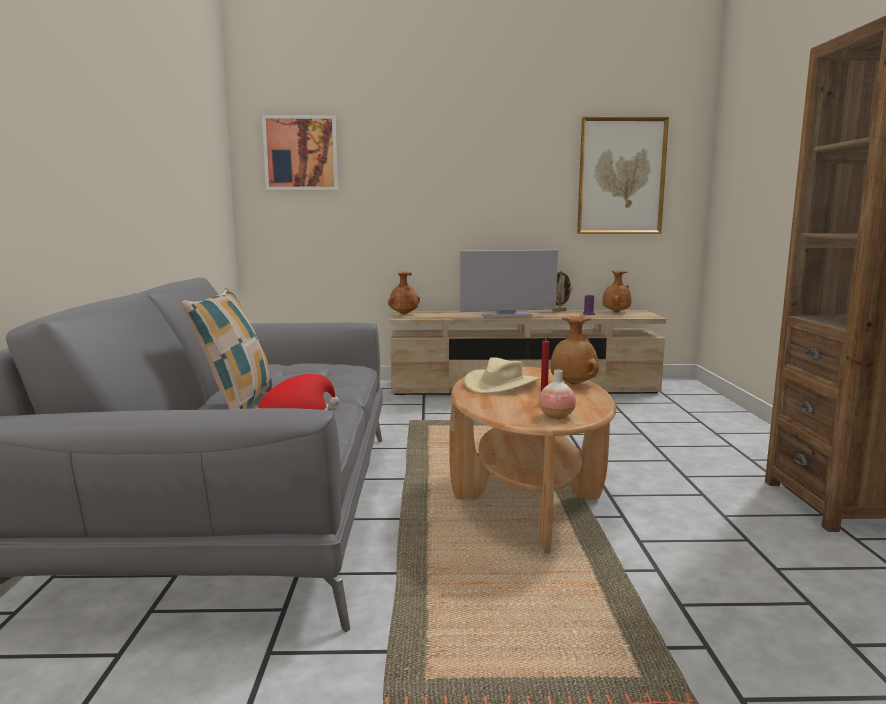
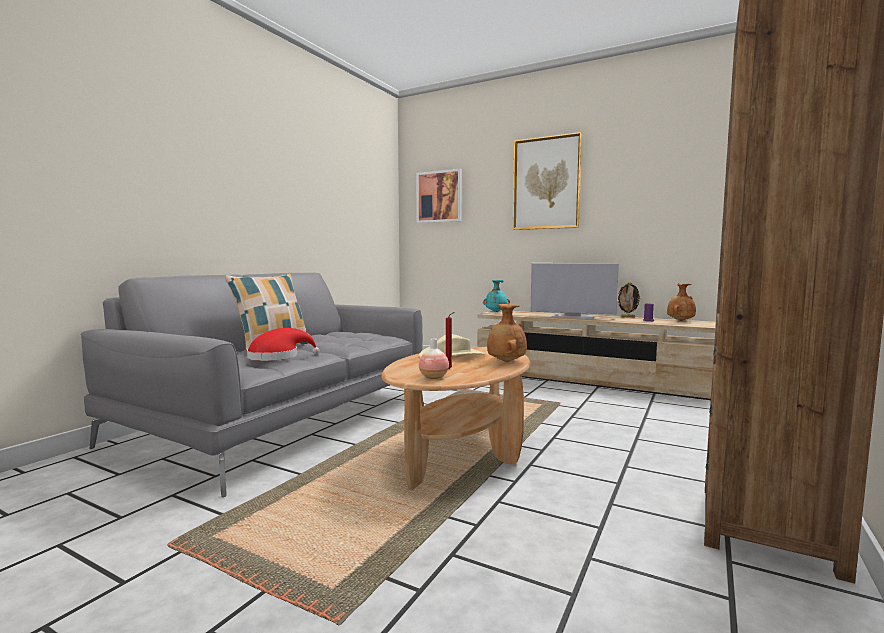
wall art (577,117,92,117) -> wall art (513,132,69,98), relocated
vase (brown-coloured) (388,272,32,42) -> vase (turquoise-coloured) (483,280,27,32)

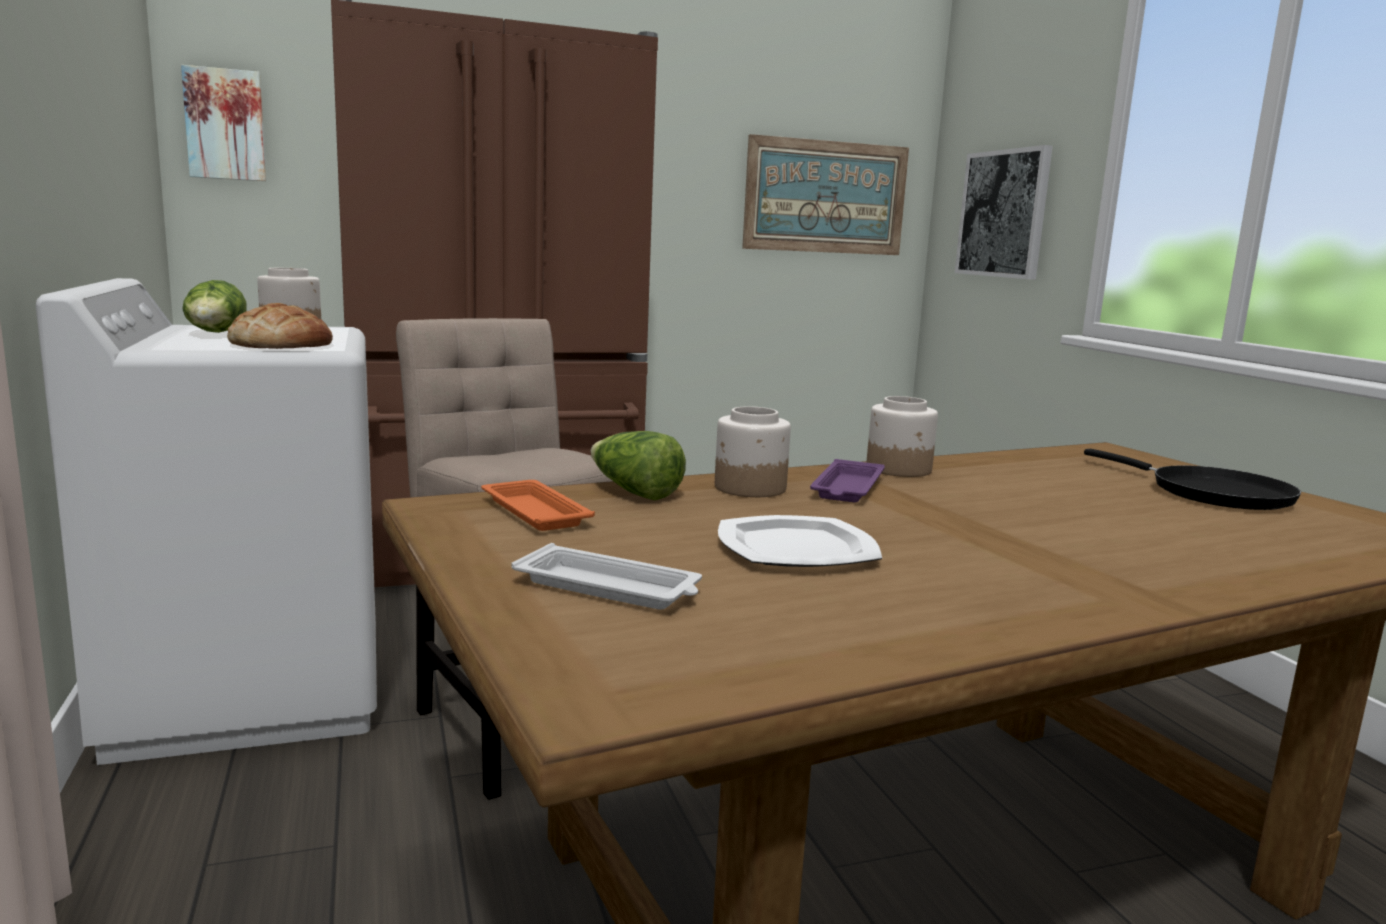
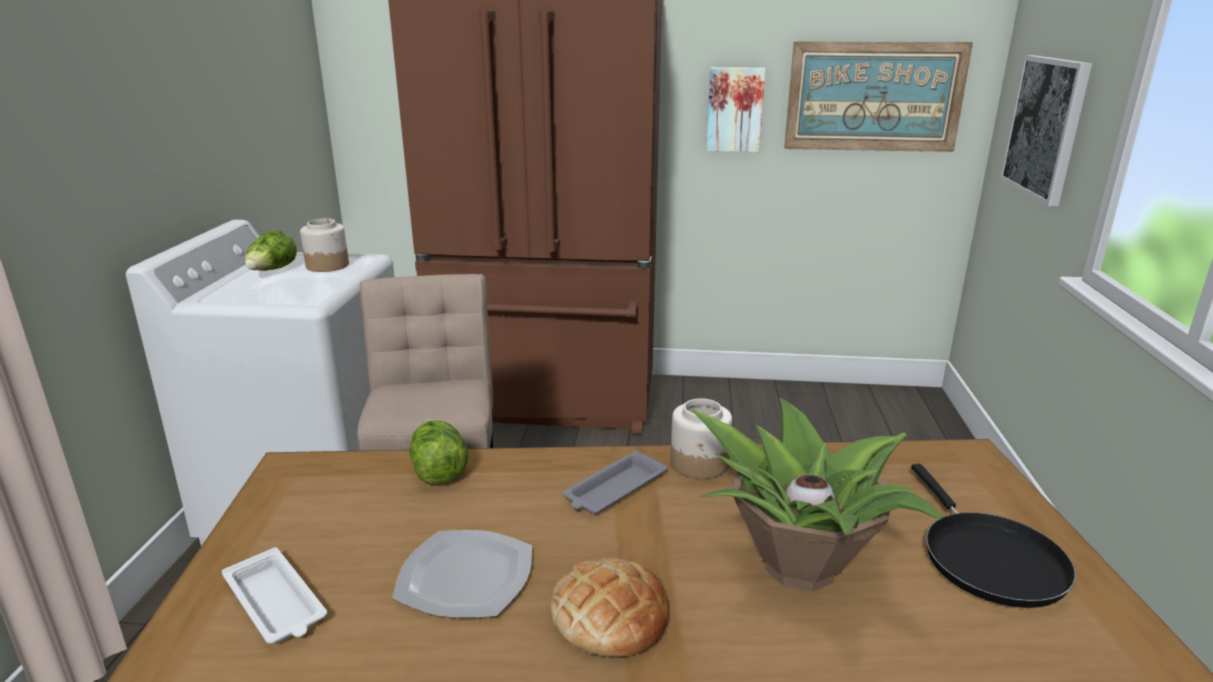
carrying tray (orange-coloured) (481,480,114,51) -> none
storage jar (715,406,76,91) -> none
none -> plant in a pot (692,398,251,194)
wall art (181,65,85,116) -> wall art (706,67,60,85), relocated
baked bread (227,303,106,46) -> baked bread (550,558,118,99), relocated
carrying tray (purple-coloured) (810,459,75,43) -> carrying tray (grey) (563,450,104,64)

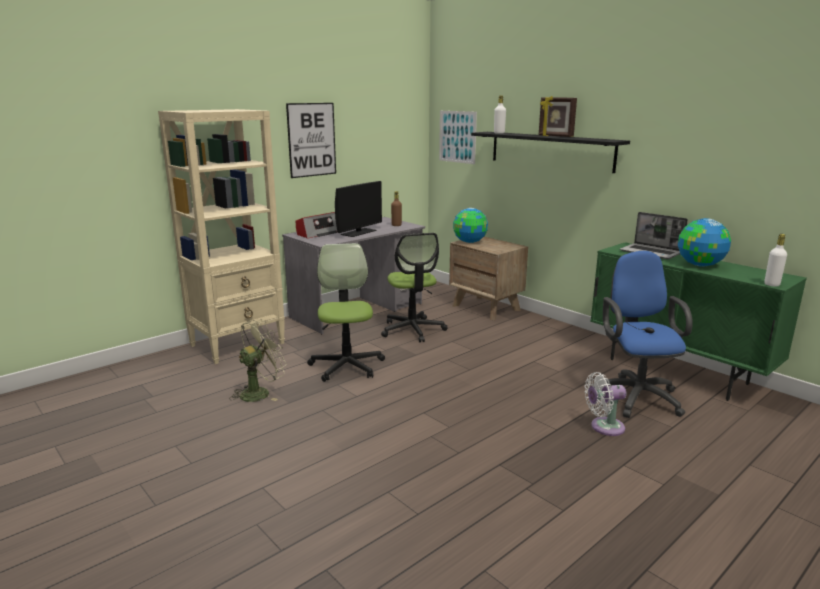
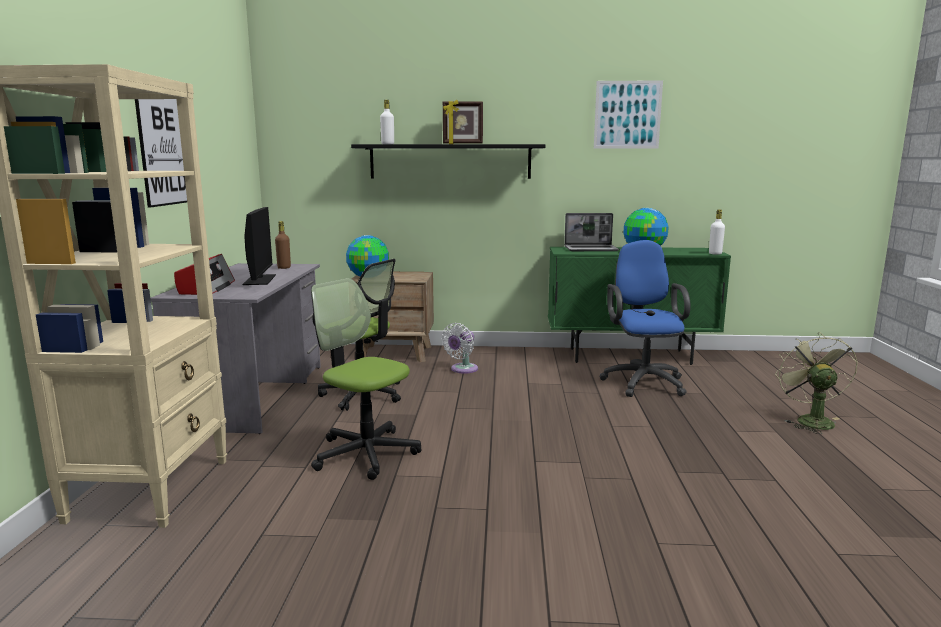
electric fan (greenish) (229,320,58,82) -> electric fan (greenish) (775,332,83,102), relocated
wall art (439,111,38,53) -> wall art (594,80,69,69), relocated
electric fan (whitish) (584,372,42,64) -> electric fan (whitish) (441,323,37,51), relocated
computer chair (bluish) (594,251,99,167) -> computer chair (bluish) (600,240,91,157), 45 degrees clockwise

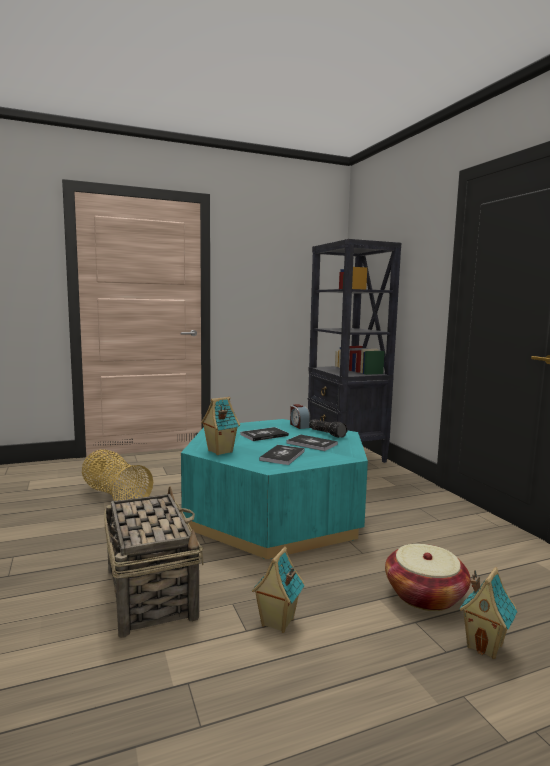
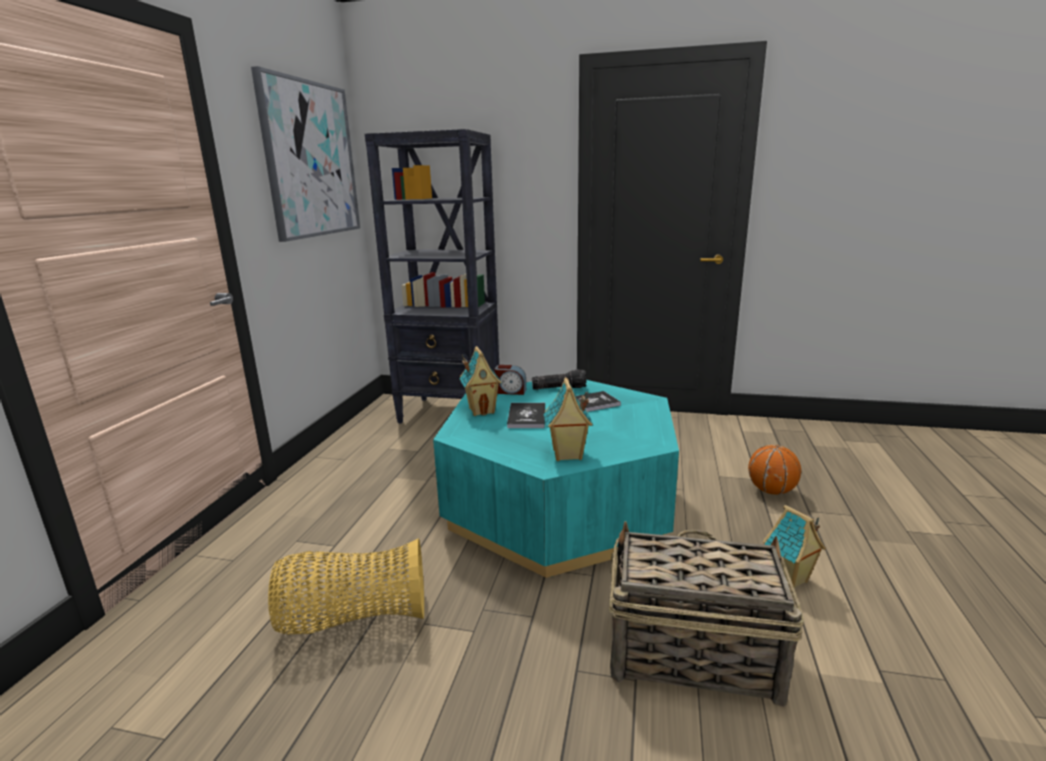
bound book (259,445,46,20) -> none
none -> wall art (251,66,109,176)
toy house (459,567,58,92) -> toy house (459,346,43,70), relocated
basket (385,544,86,67) -> ball for basketball (748,445,53,50)

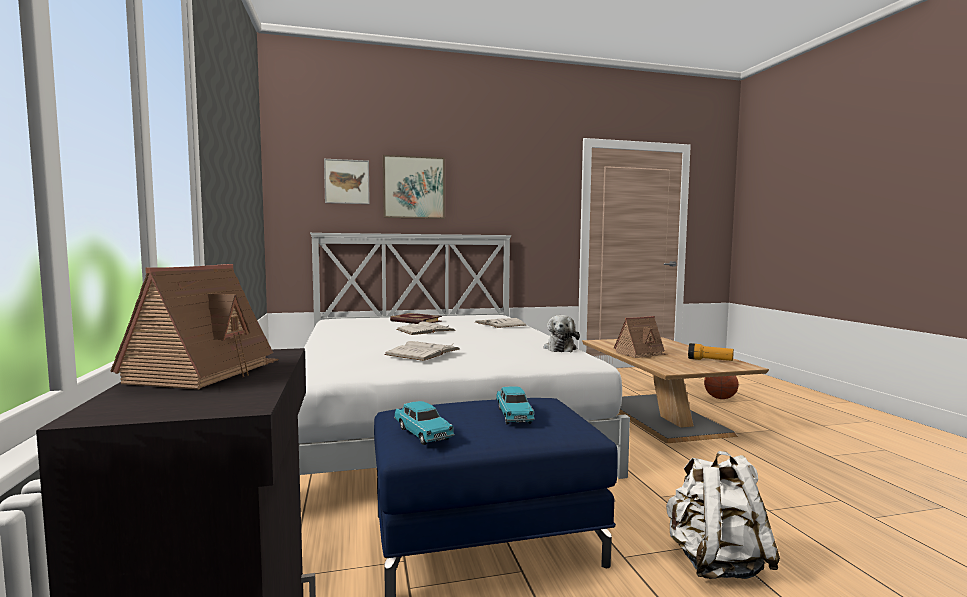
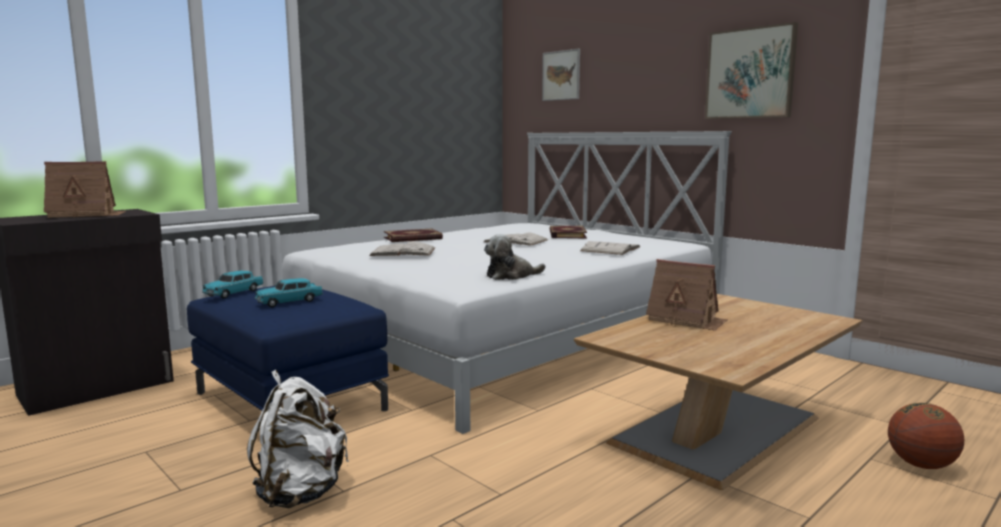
torch (688,343,46,18) -> none
none -> bound book (384,229,59,13)
wall art (383,155,62,64) -> wall art (705,22,93,97), relocated

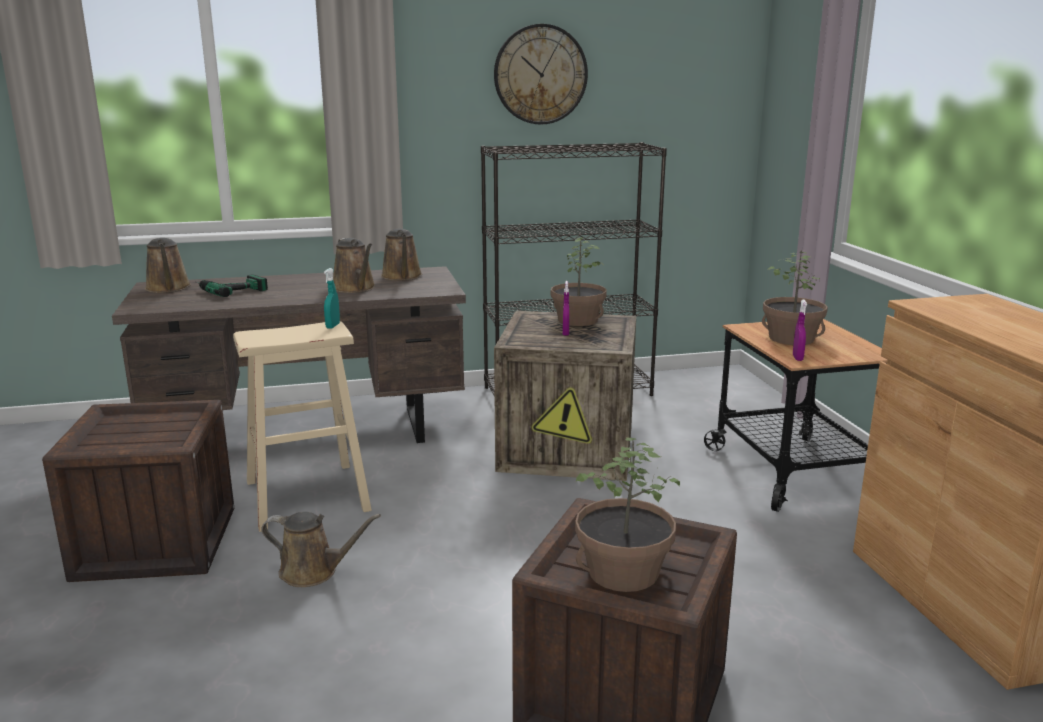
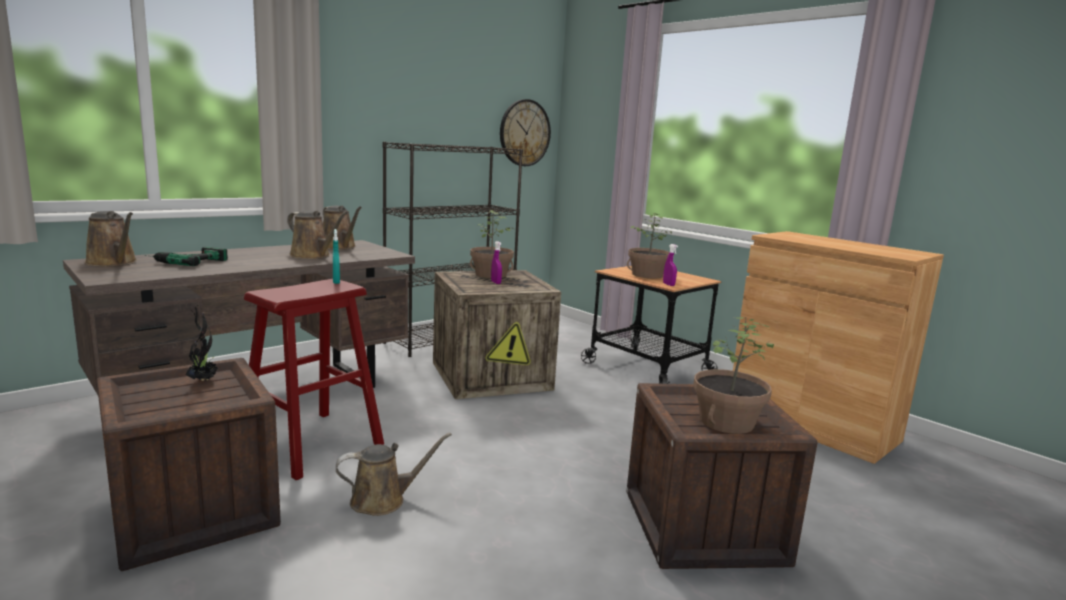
none -> plant in a pot (185,307,33,74)
clock on the wall (494,24,94,101) -> clock on the wall (500,99,51,67), relocated
stool seat (beige) (233,321,139,211) -> stool seat (reddish) (244,279,140,201)

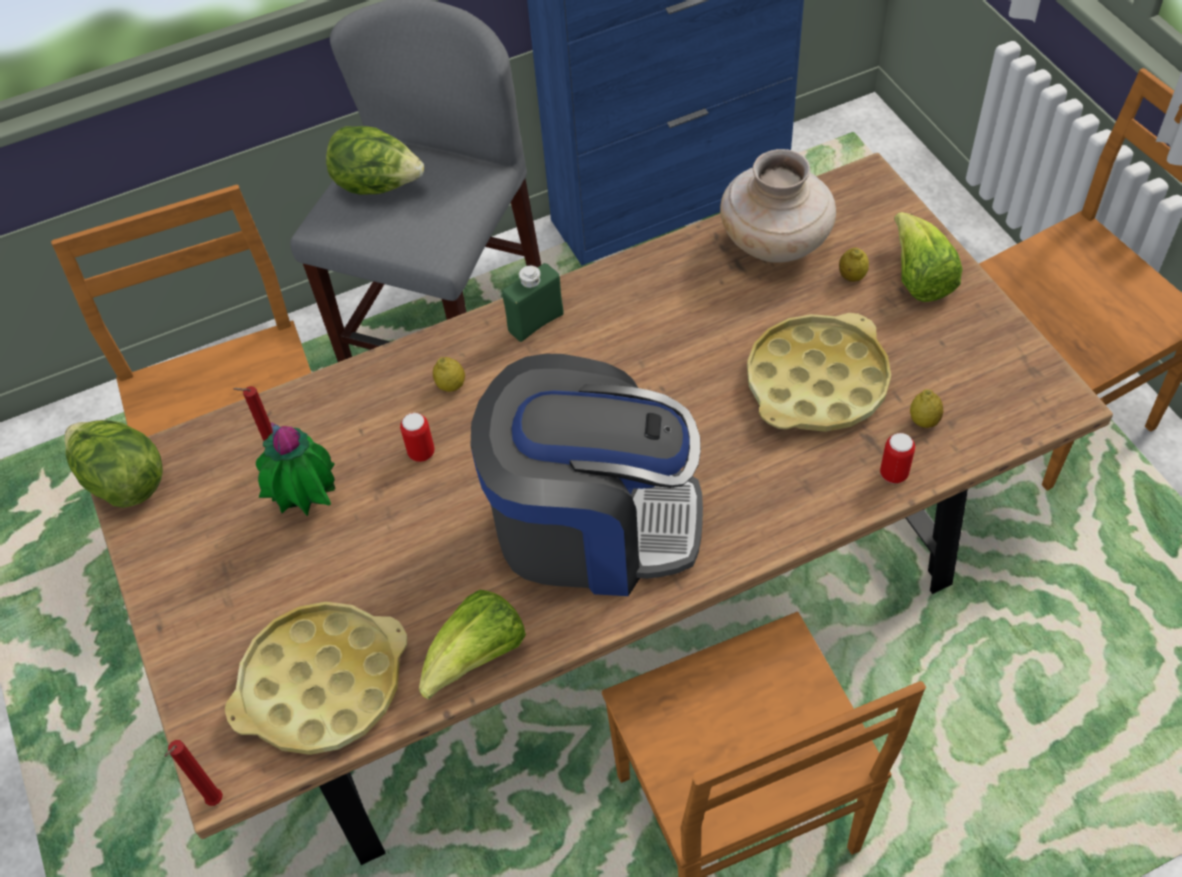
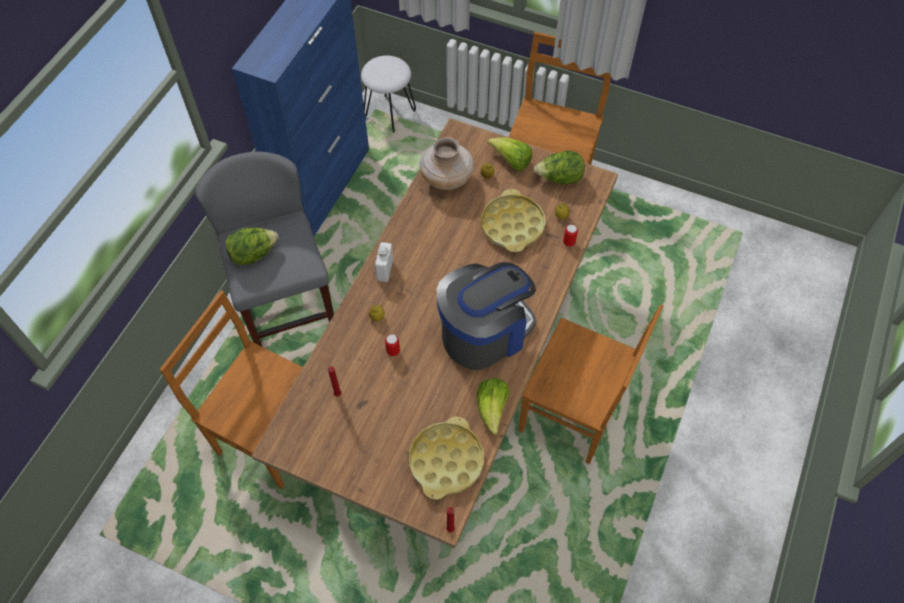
plant in a pot (256,422,79,94) -> none
none -> stool seat (whitish) (361,55,55,78)
lettuce (64,420,99,88) -> lettuce (534,151,51,33), relocated
drink bottle (greenish) (502,263,62,79) -> drink bottle (whitish) (375,242,19,40)

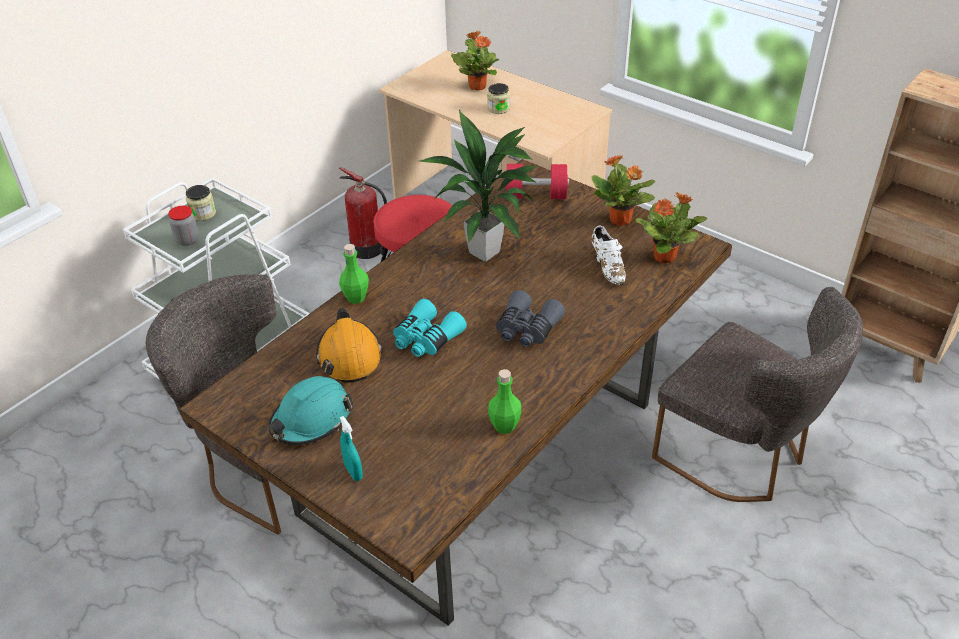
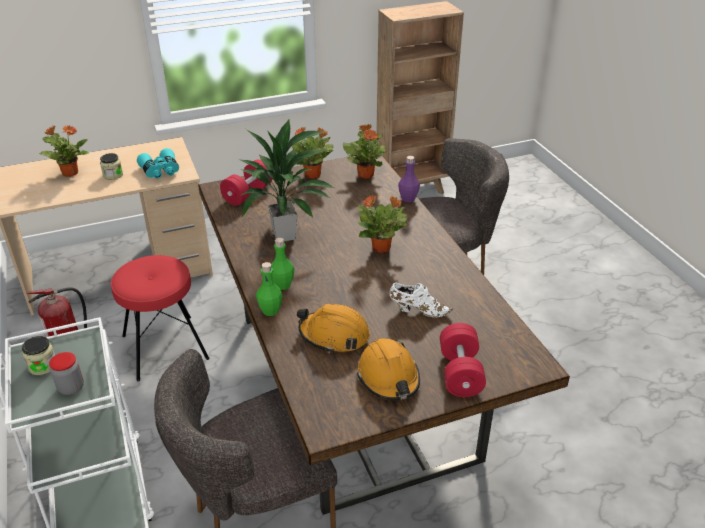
none -> drink bottle (purple-coloured) (398,156,22,46)
field glasses (turquoise-coloured) (393,299,74,58) -> field glasses (turquoise-coloured) (137,148,42,31), relocated
drink bottle (greenish) (488,369,33,65) -> drink bottle (greenish) (271,238,23,52), relocated
item of footwear (whitish) (591,226,35,59) -> item of footwear (whitish) (389,283,64,34), relocated
spray bottle (turquoise-coloured) (339,416,24,65) -> free weight (reddish) (440,323,46,74)
field glasses (grey) (496,290,69,57) -> plant in a pot (357,195,51,58)
hard hat (turquoise-coloured) (269,376,84,69) -> hard hat (orange-coloured) (357,338,63,62)

